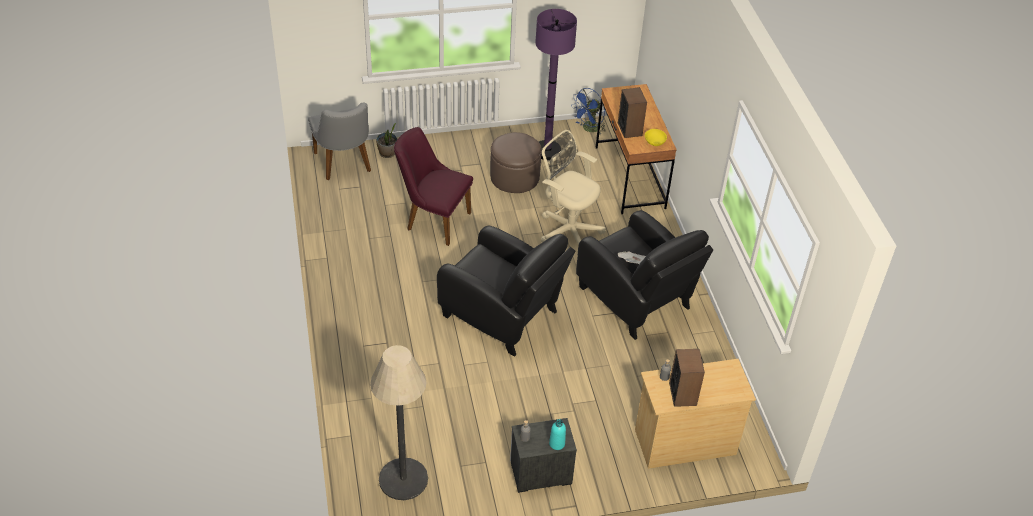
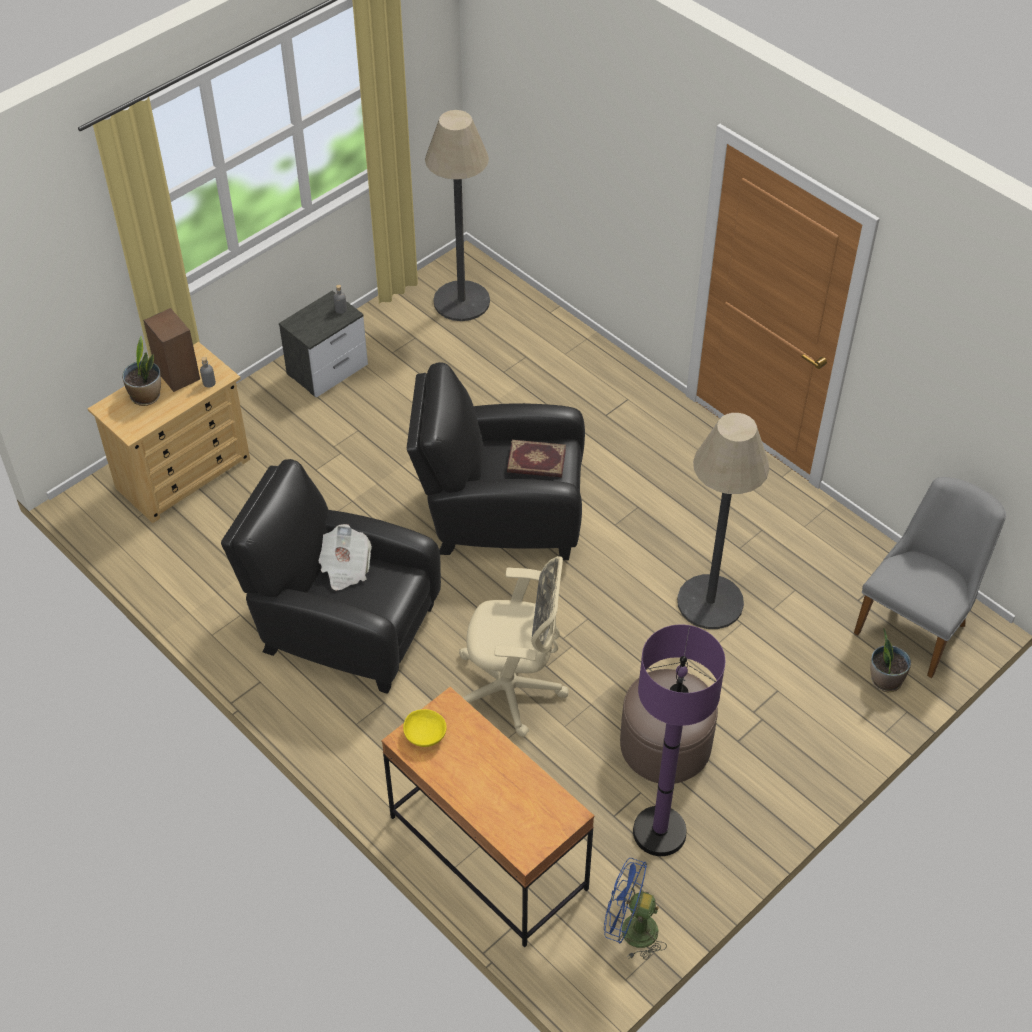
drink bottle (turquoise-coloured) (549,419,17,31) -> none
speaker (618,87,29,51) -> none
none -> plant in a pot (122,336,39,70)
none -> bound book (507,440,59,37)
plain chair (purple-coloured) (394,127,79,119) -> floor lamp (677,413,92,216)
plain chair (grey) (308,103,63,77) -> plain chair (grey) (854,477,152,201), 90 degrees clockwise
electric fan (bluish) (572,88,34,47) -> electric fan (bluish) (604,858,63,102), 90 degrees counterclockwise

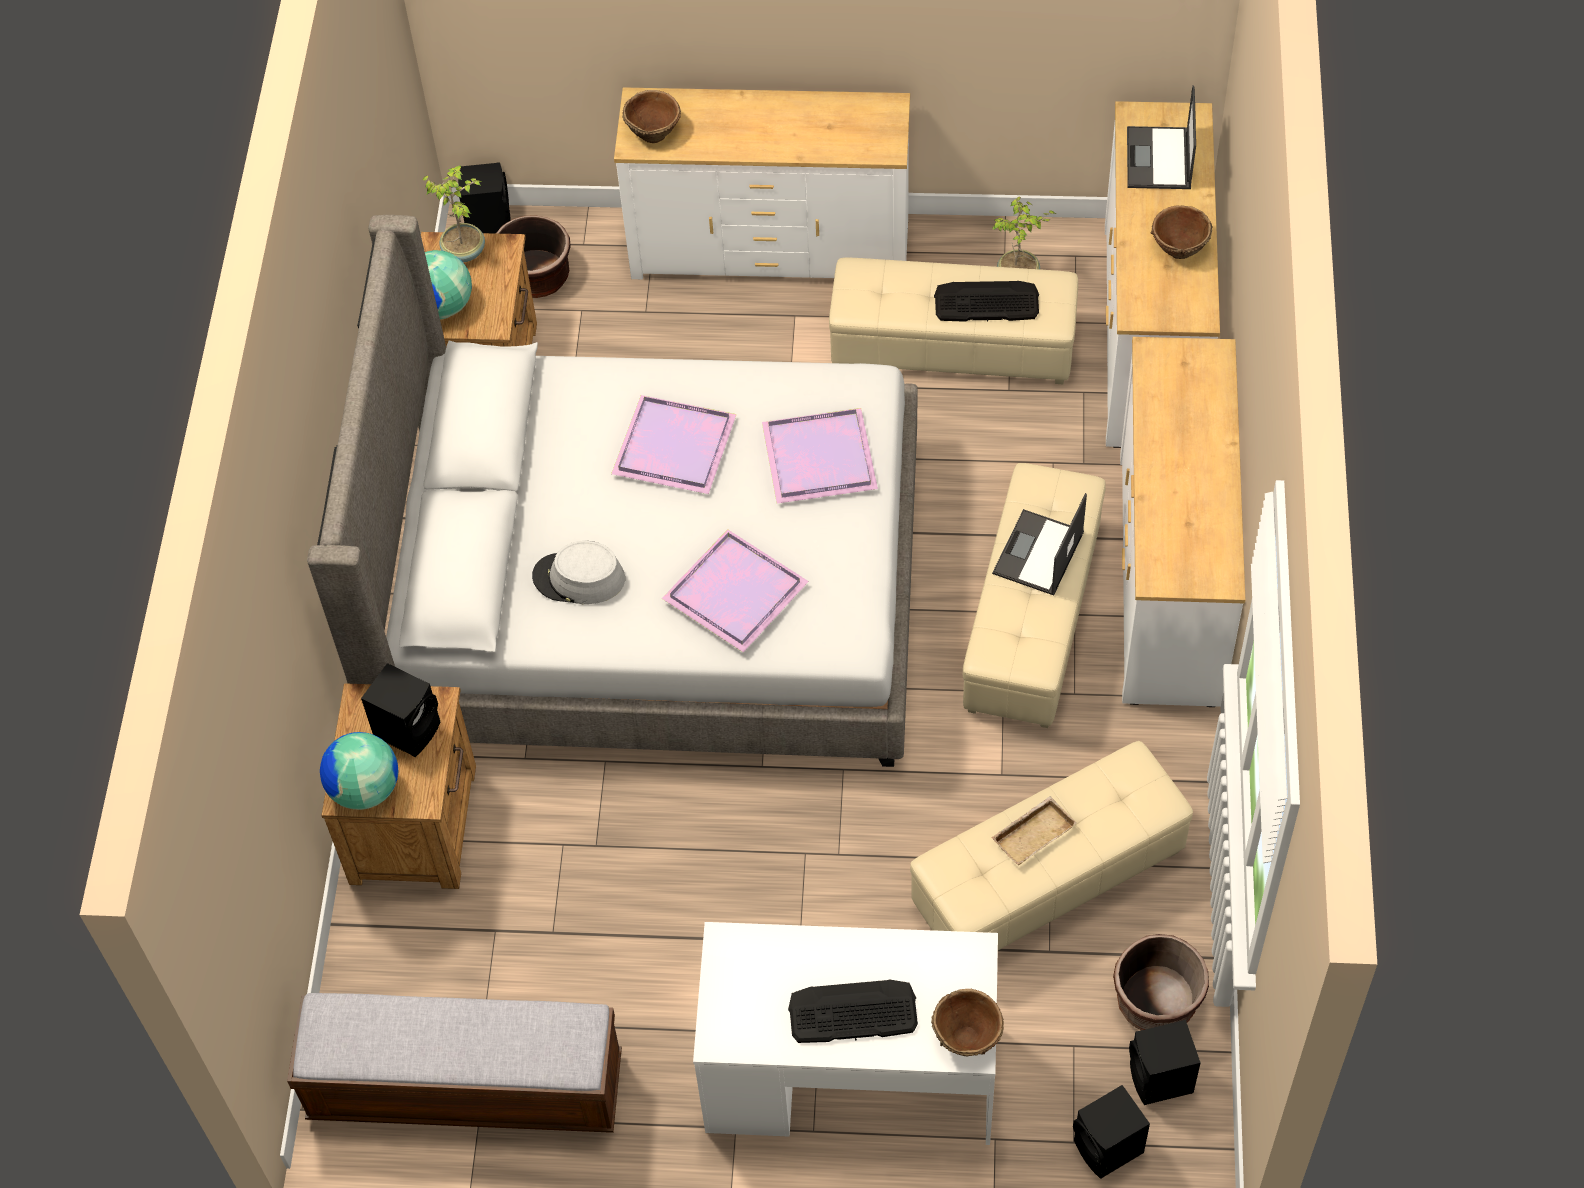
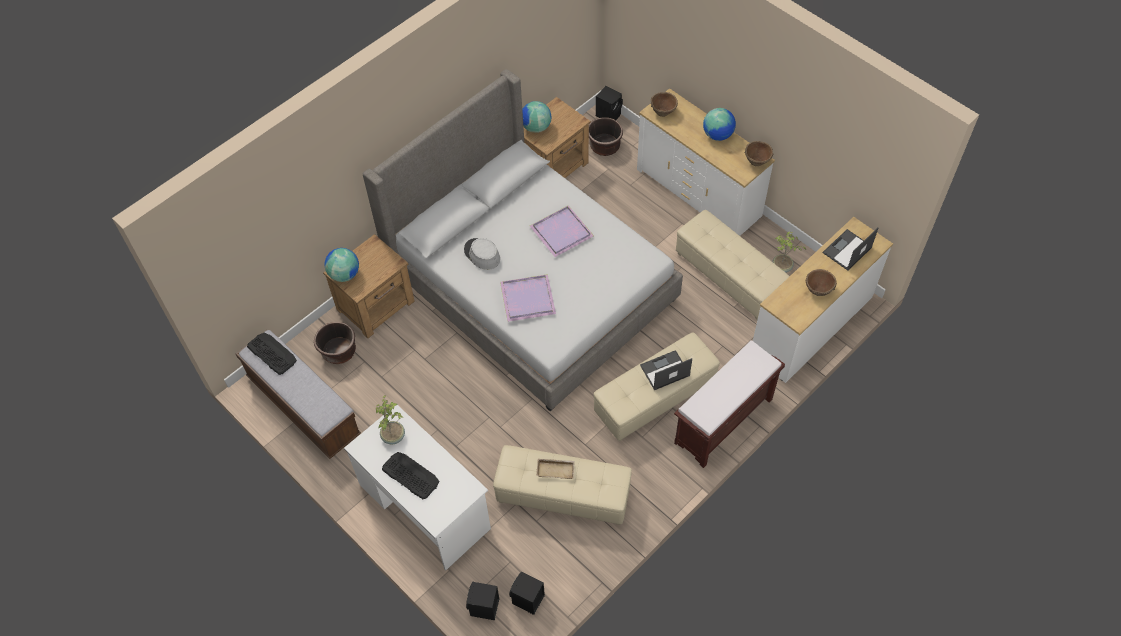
speaker (black) (361,663,79,94) -> none
carrying tray (purple-coloured) (762,408,116,96) -> none
none -> desk globe (703,108,33,33)
plant in a pot (423,165,62,97) -> plant in a pot (376,395,29,50), relocated
serving bowl (brown-coloured) (931,989,73,67) -> serving bowl (brown-coloured) (744,141,29,25), relocated
PC keyboard (934,281,105,41) -> PC keyboard (247,333,50,42), relocated
flower pot (brown-coloured) (1113,934,96,96) -> flower pot (brown-coloured) (314,322,42,42), relocated
dresser (whitish) (1120,337,125,370) -> bench (brown-coloured) (674,340,111,128)

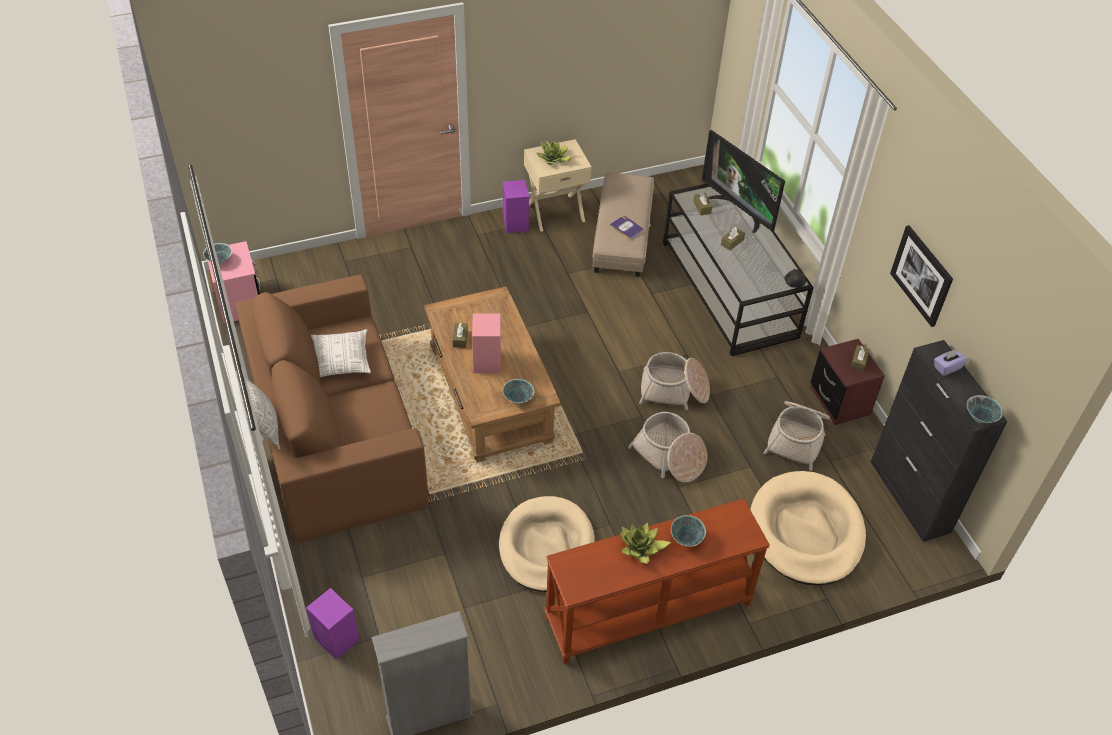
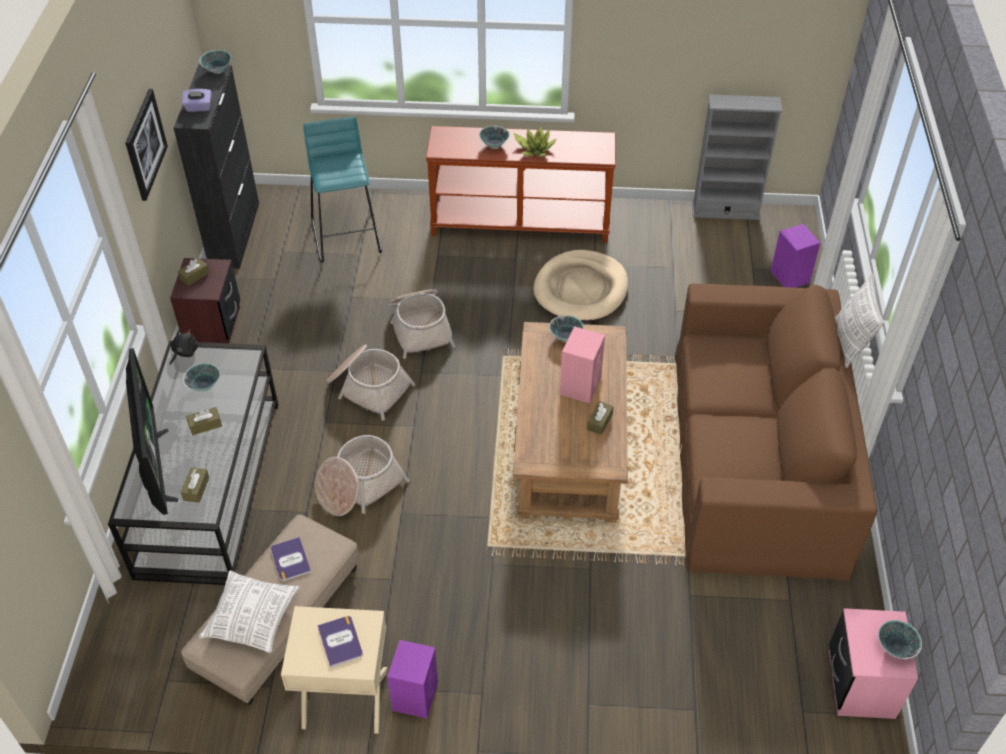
none -> serving bowl (183,363,37,28)
cushion (311,329,60,48) -> cushion (199,571,101,82), relocated
basket (763,401,67,70) -> basket (315,435,95,81), relocated
plant in a pot (537,141,36,24) -> bound book (317,616,46,52)
dog cushion (beige) (750,471,116,114) -> stool seat (turquoise-coloured) (303,116,79,147)

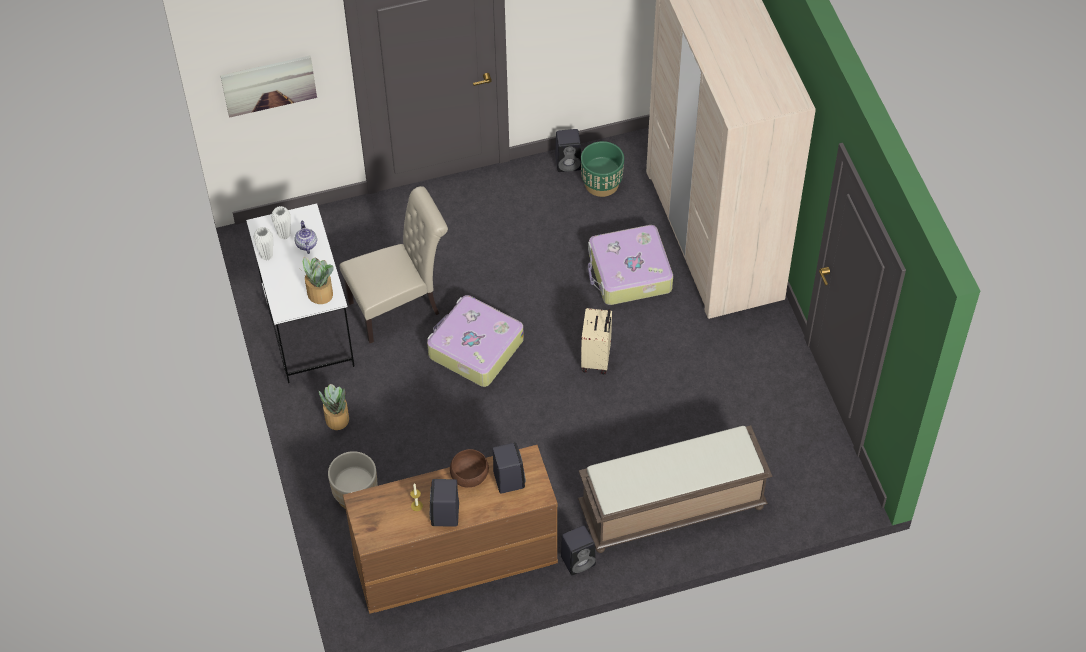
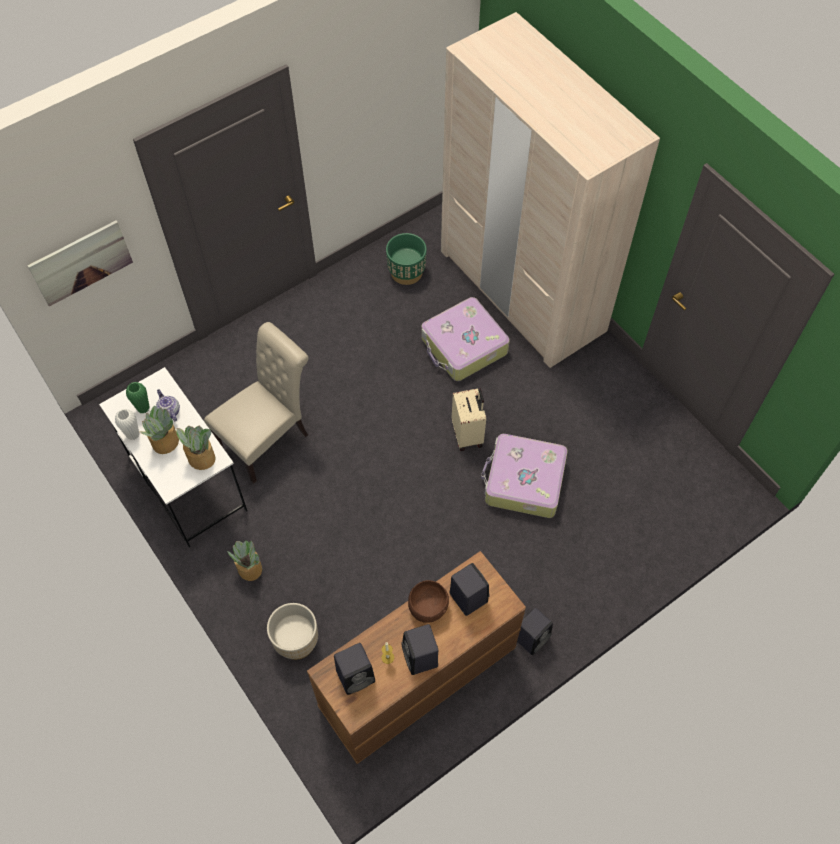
bench (brown-coloured) (578,425,194,128) -> none
none -> plant in a pot (140,406,39,48)
suitcase (427,295,97,92) -> suitcase (481,434,86,84), relocated
speaker (black) (555,129,26,43) -> speaker (black) (334,643,41,52), relocated
vase (whitish) (271,206,20,33) -> vase (greenish) (126,382,24,31)

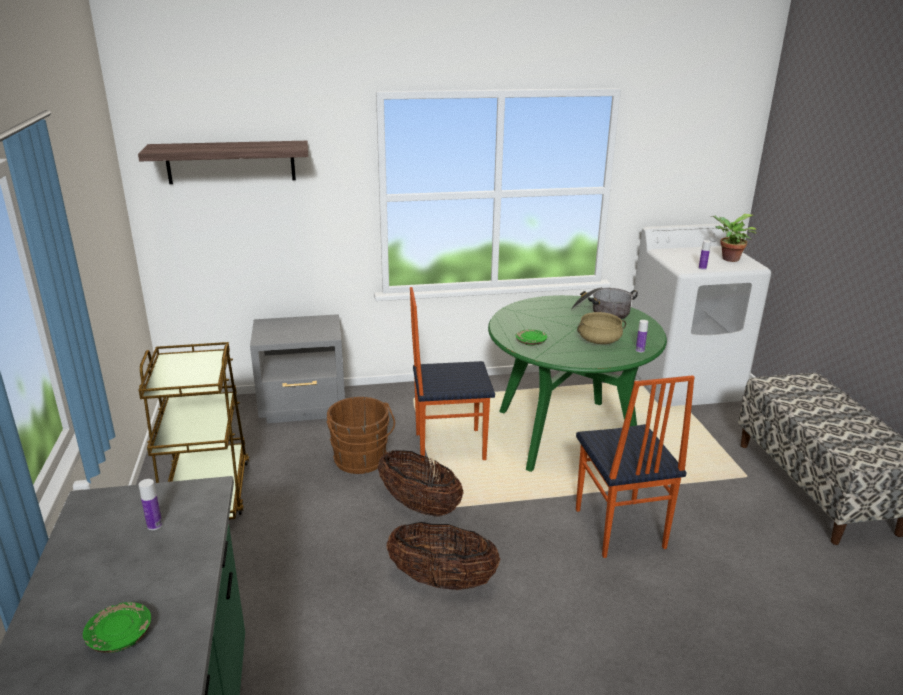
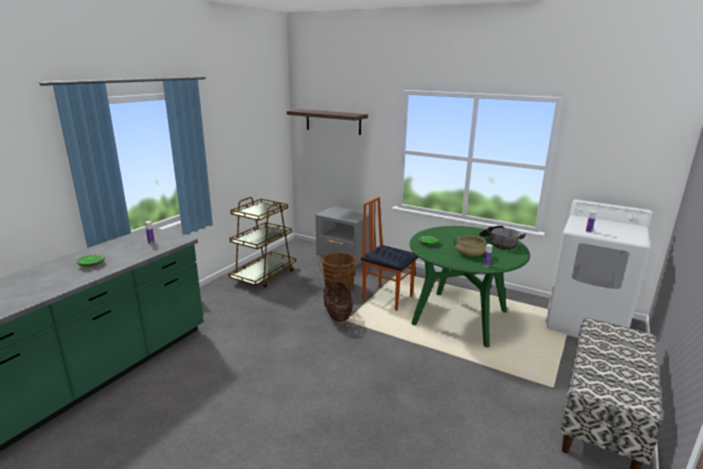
basket (386,522,114,68) -> none
plain chair (576,375,119,183) -> none
plant in a pot (712,214,45,48) -> none

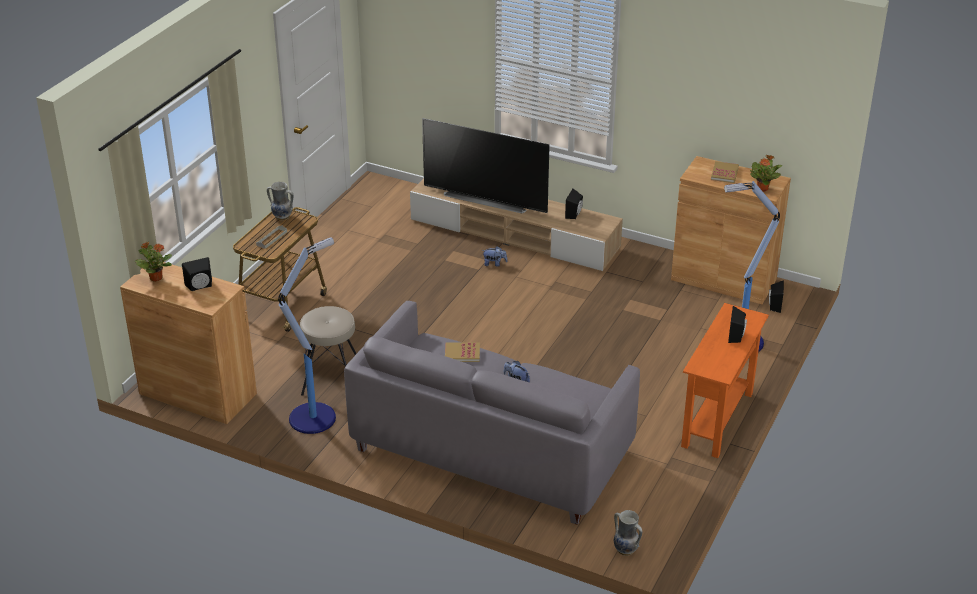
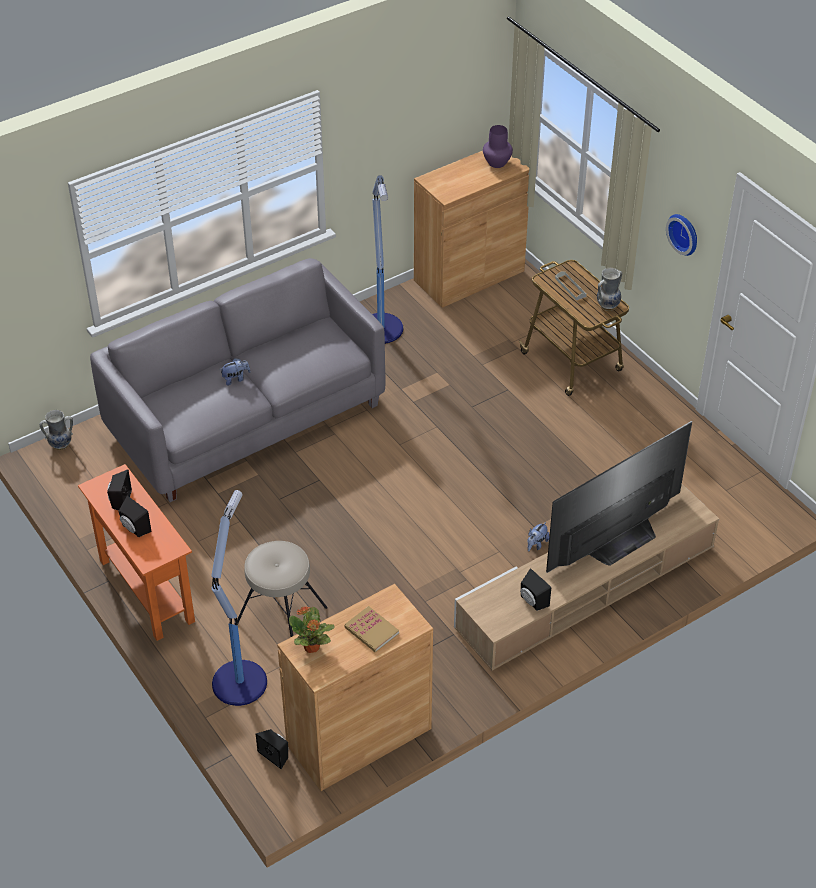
bound book (445,342,35,20) -> none
none -> clock on the wall (666,214,31,42)
speaker (black) (182,257,30,34) -> speaker (black) (107,469,25,41), relocated
stool seat (beige) (300,306,57,90) -> stool seat (beige) (237,541,91,96), relocated
plant in a pot (135,242,37,40) -> vase (purple-coloured) (483,125,30,43)

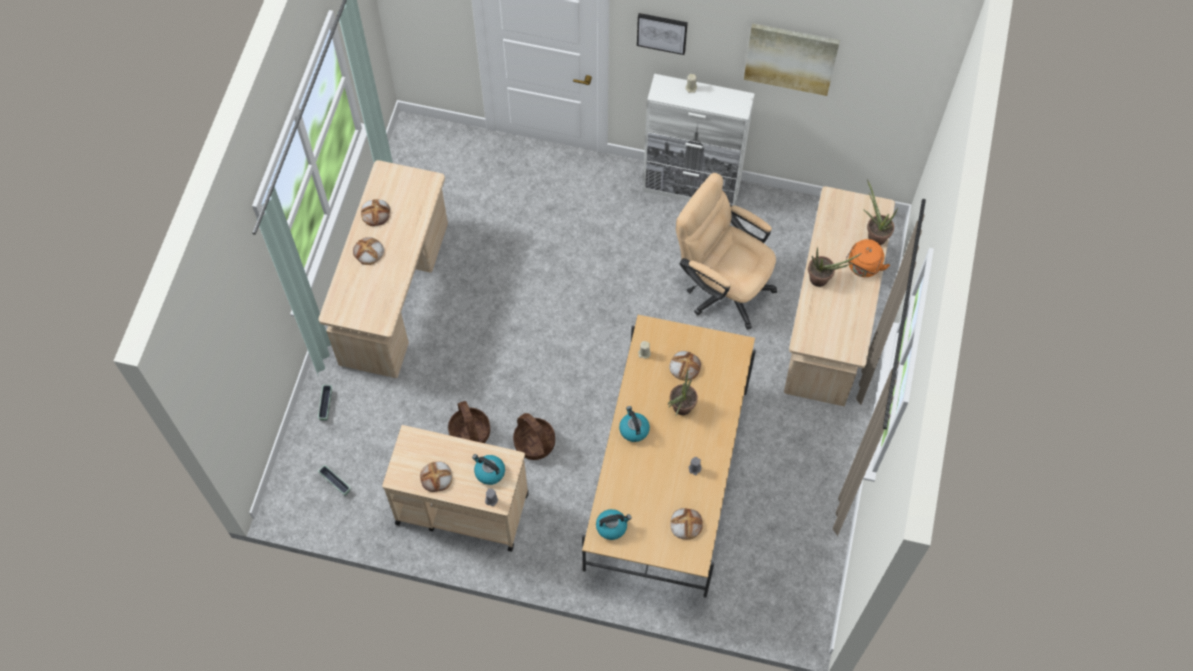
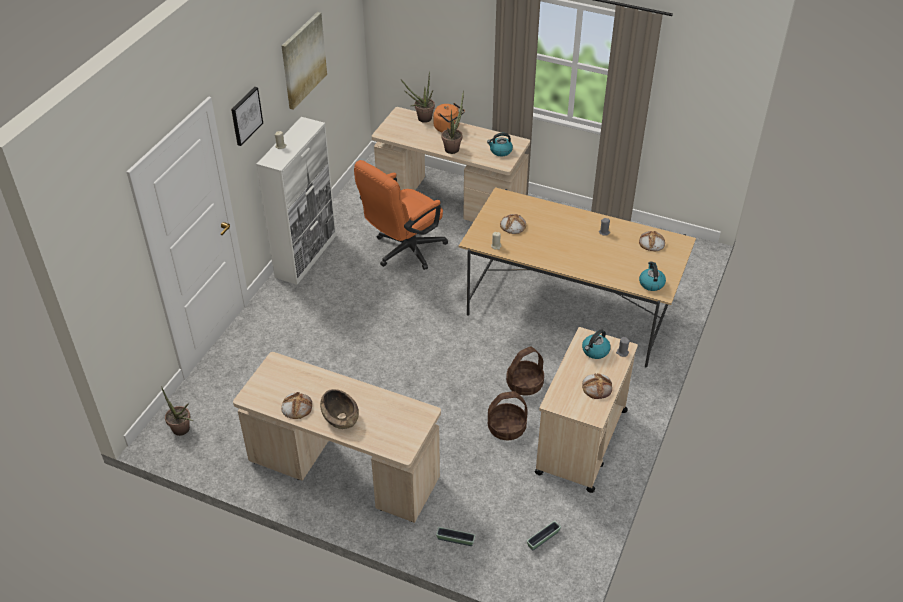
kettle (619,406,31,36) -> kettle (487,133,26,23), relocated
plant in a pot (668,368,30,48) -> plant in a pot (161,386,33,50), relocated
baked bread (353,237,31,28) -> serving bowl (brown-coloured) (320,389,39,40)
computer chair (beige) (676,173,101,157) -> computer chair (orange-coloured) (354,160,94,110)

